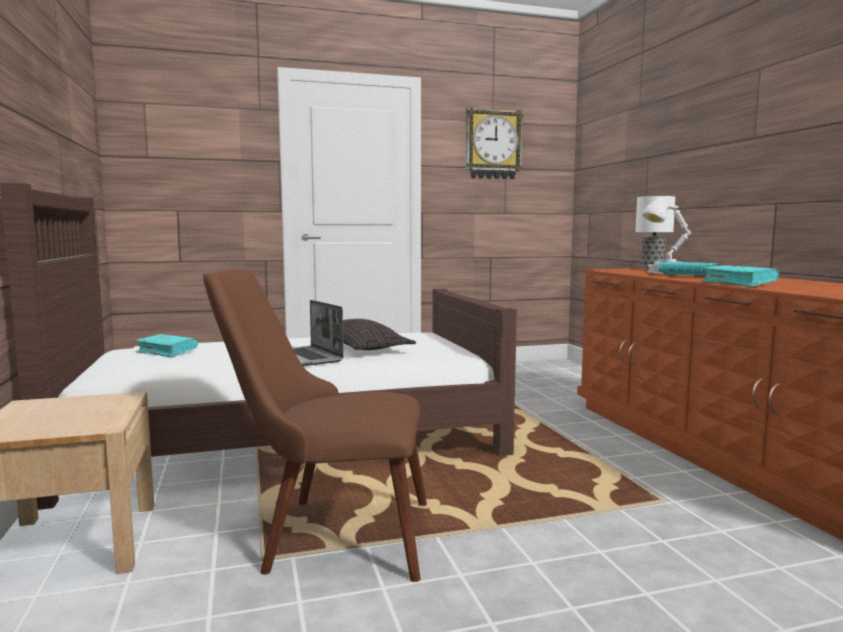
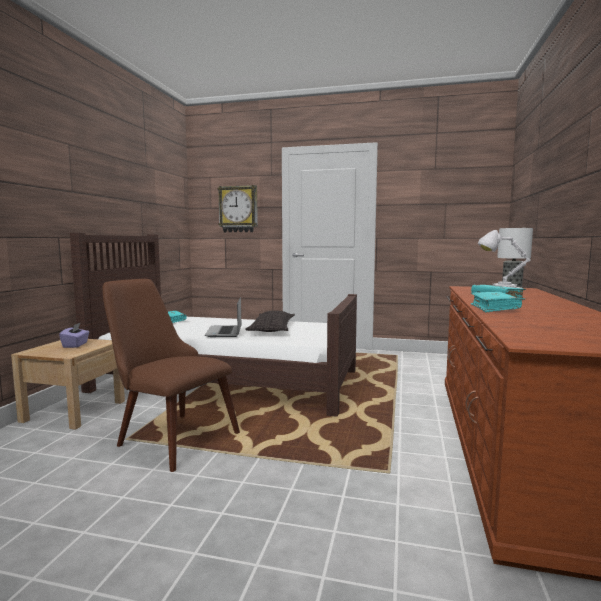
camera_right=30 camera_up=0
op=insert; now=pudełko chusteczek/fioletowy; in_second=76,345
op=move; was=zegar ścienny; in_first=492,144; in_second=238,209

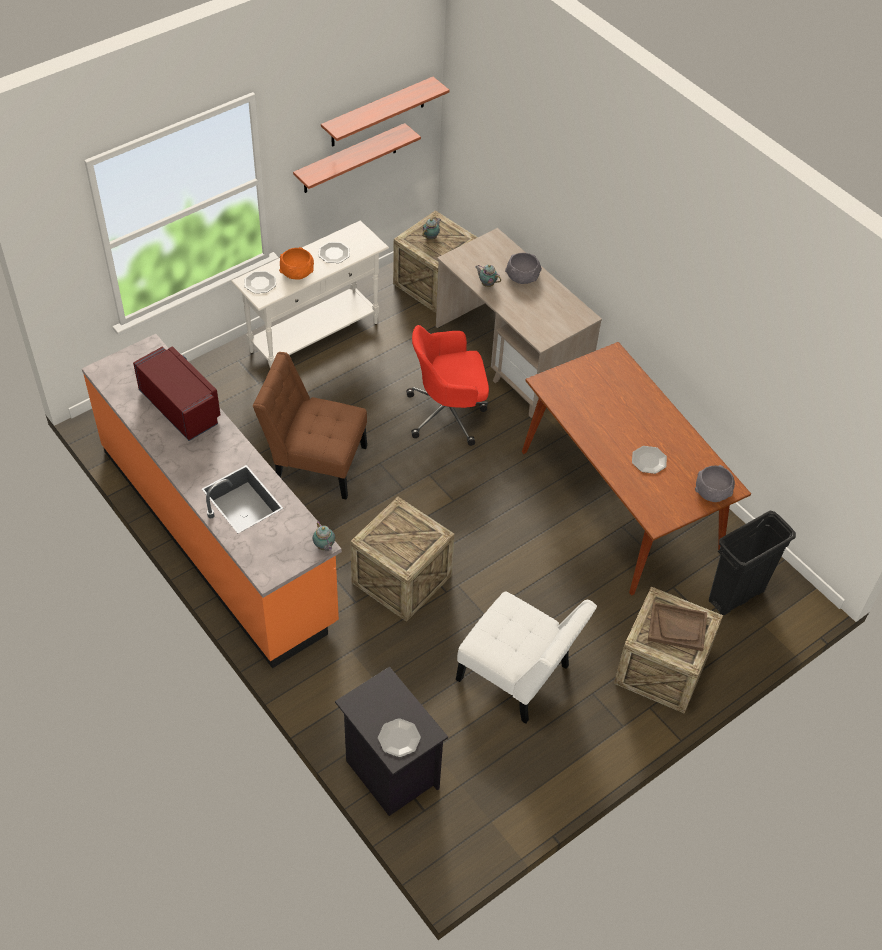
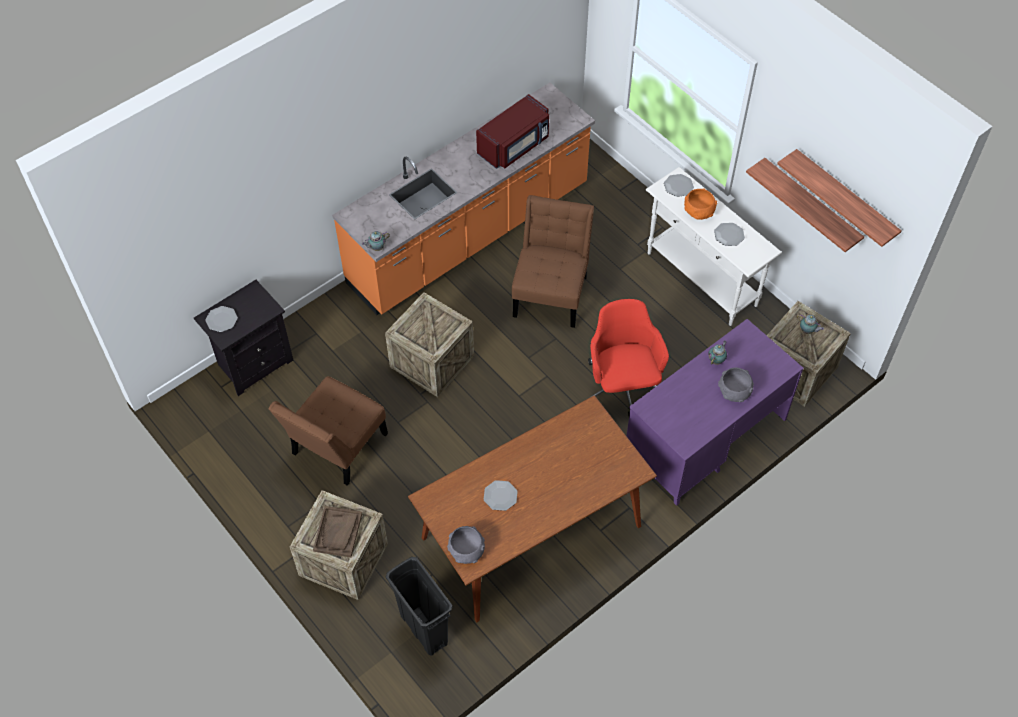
camera_right=90 camera_up=5
op=recolor; was=biurko/beżowy; now=biurko/fioletowy; in_first=512,357; in_second=705,439
op=recolor; was=krzesło/biały; now=krzesło/brązowy; in_first=518,677; in_second=336,448

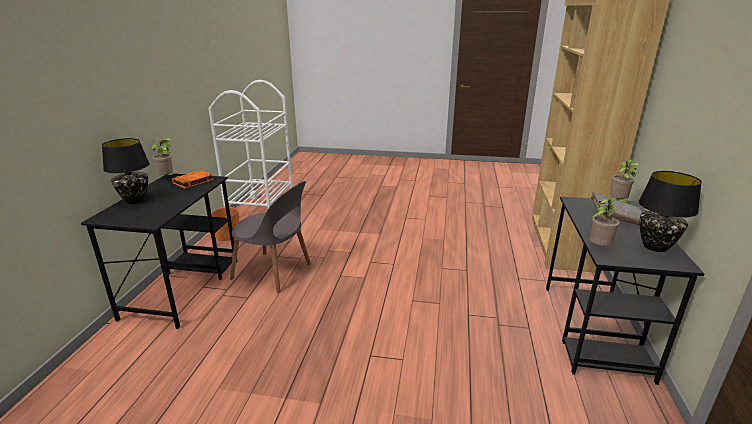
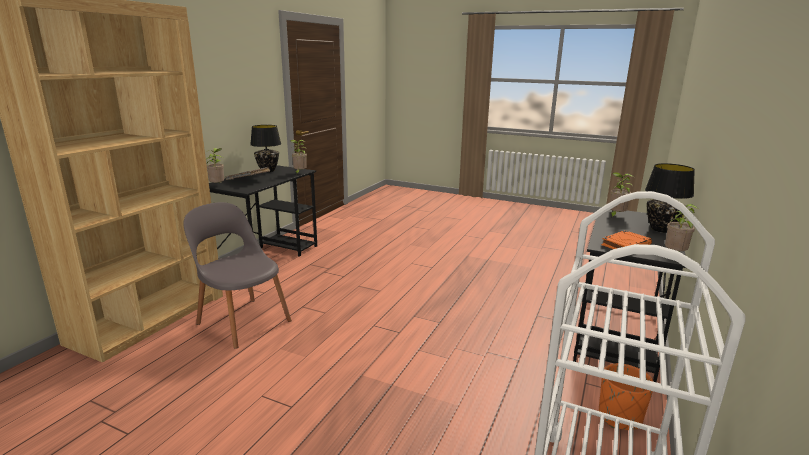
camera_right=-165 camera_up=-5
op=insert; now=roślina doniczkowa; in_second=615,216
op=move; was=krzesło/szary; in_first=274,272; in_second=242,320

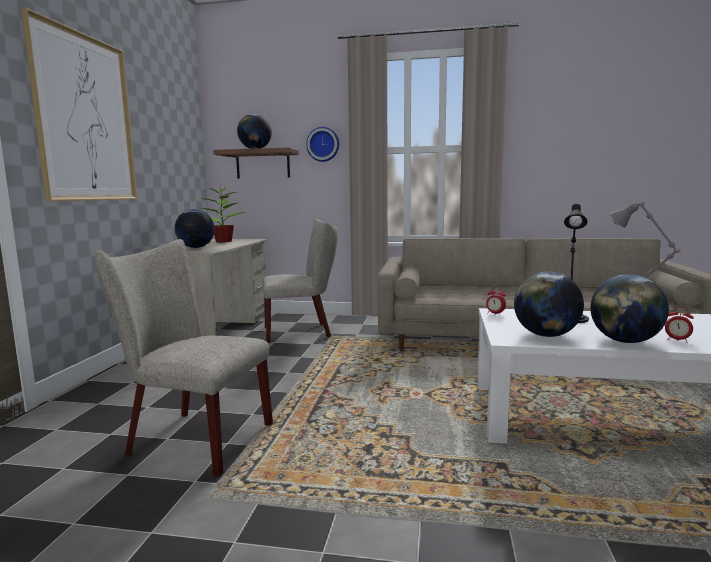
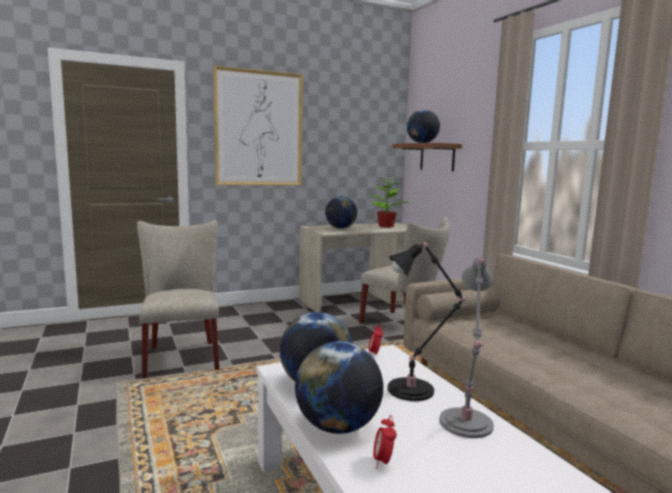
camera_right=55 camera_up=0
op=delete; was=zegar ścienny; in_first=323,144

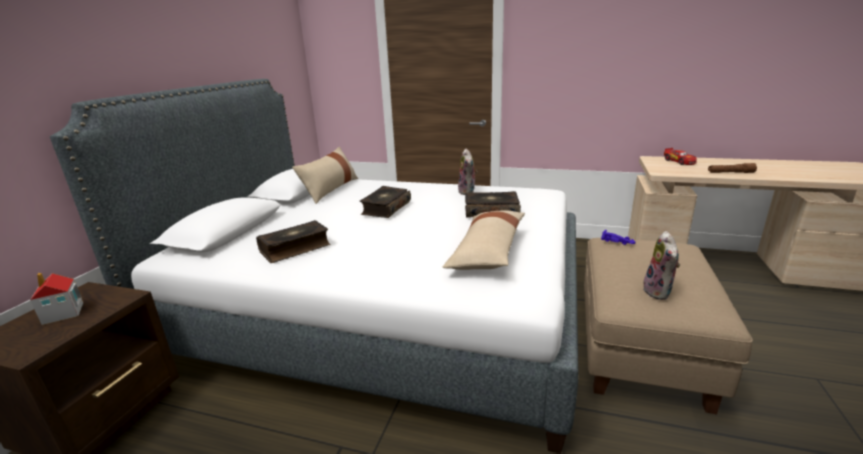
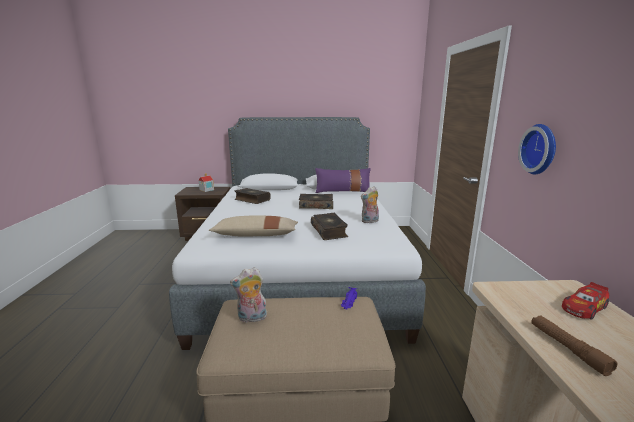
camera_right=70 camera_up=-5
op=insert; now=zegar ścienny; in_second=541,149
op=recolor; was=poduszka/beżowy; now=poduszka/fioletowy; in_first=330,189; in_second=342,191

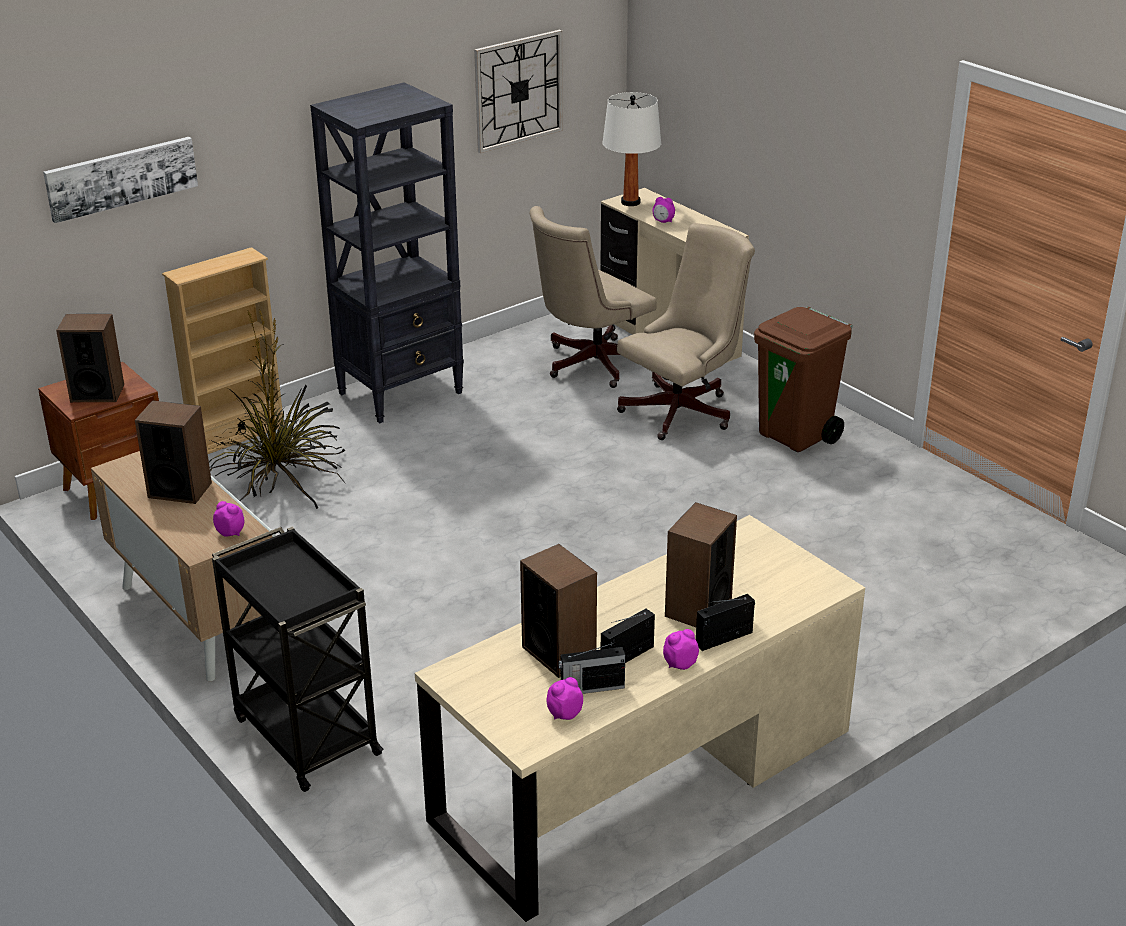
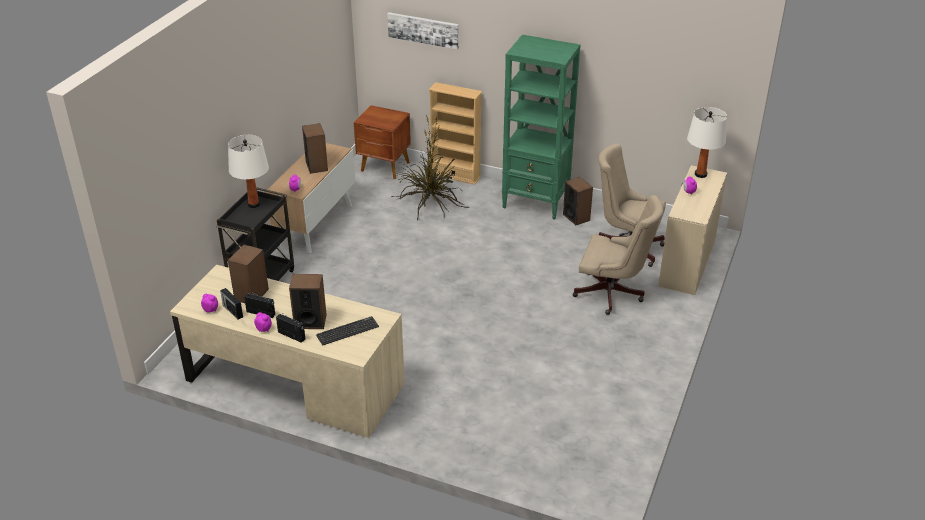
camera_right=60 camera_up=5
op=delete; was=zegar ścienny; in_first=518,90
op=delete; was=kosz na śmieci/brązowy; in_first=796,436
op=insert; now=lampa stołowa/biały; in_second=254,204
op=insert; now=klawiatura; in_second=347,331
op=move; was=głośnik; in_first=97,393; in_second=576,217
op=recolor; was=regał/czarny; now=regał/zielony; in_first=401,393; in_second=536,203

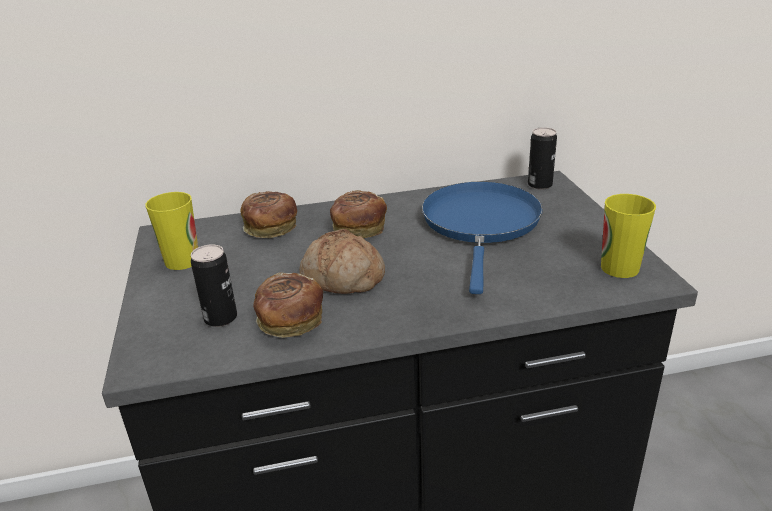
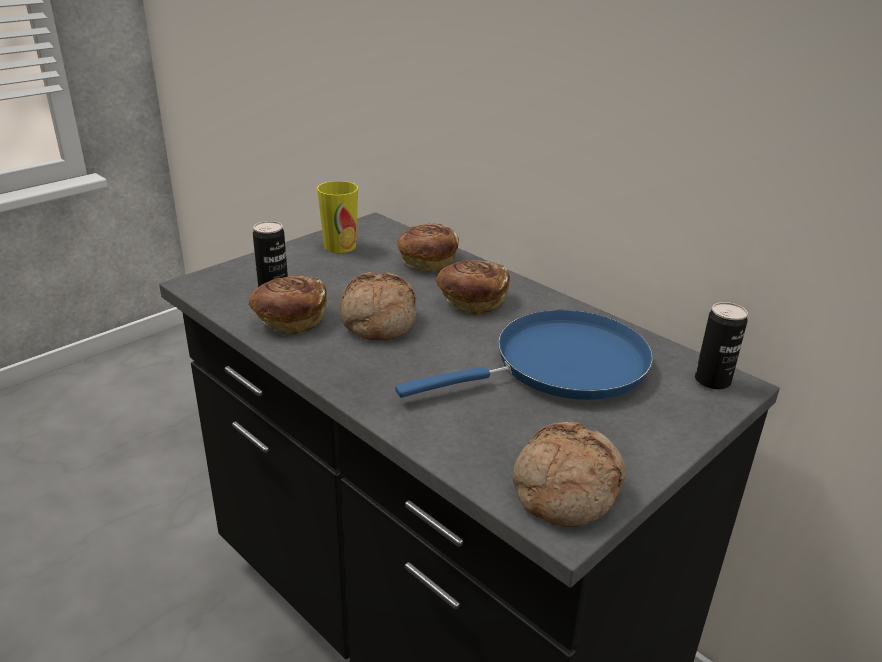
camera_right=55 camera_up=0
op=replace; was=filiżanka; now=chleb; in_first=619,268; in_second=564,488

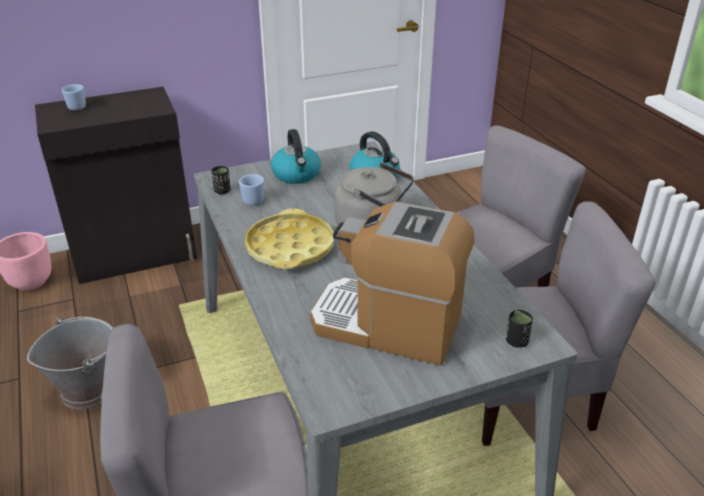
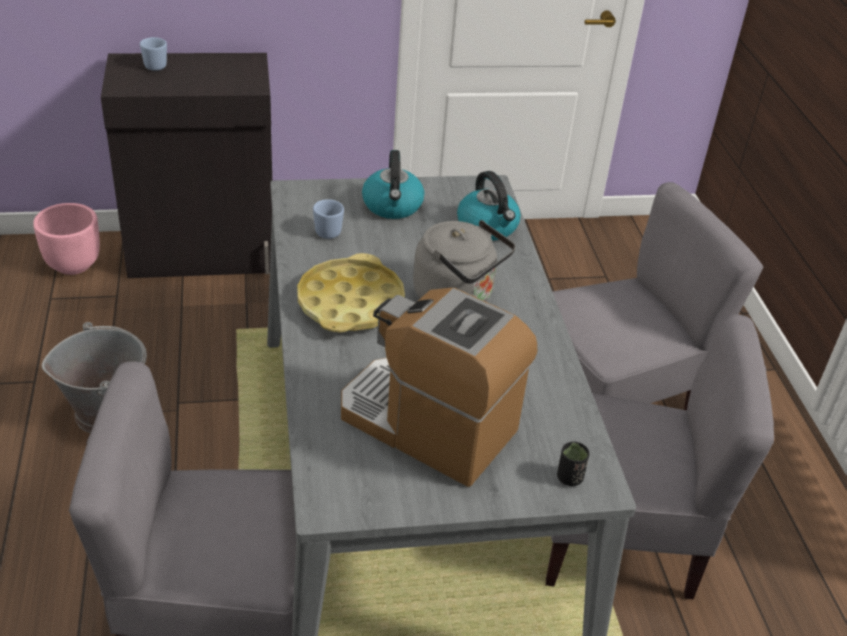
camera_right=10 camera_up=5
op=delete; was=filiżanka/czarny; in_first=222,191

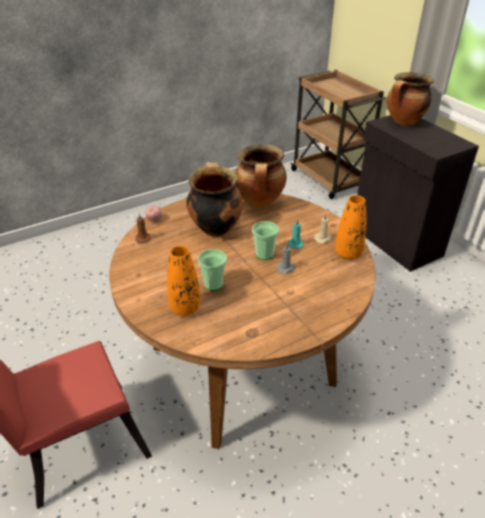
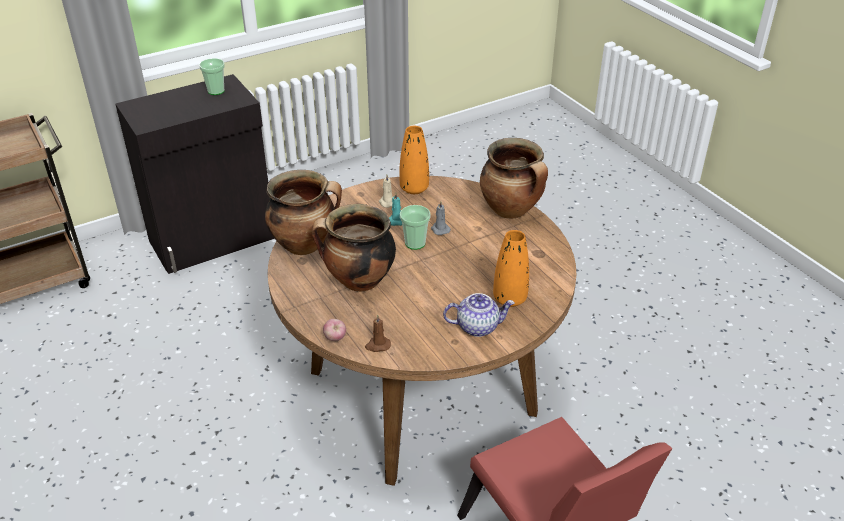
camera_right=-90 camera_up=0
op=insert; now=imbryk; in_second=478,326
op=move; was=filiżanka; in_first=213,284; in_second=216,91
op=move; was=garnek; in_first=404,122; in_second=512,210

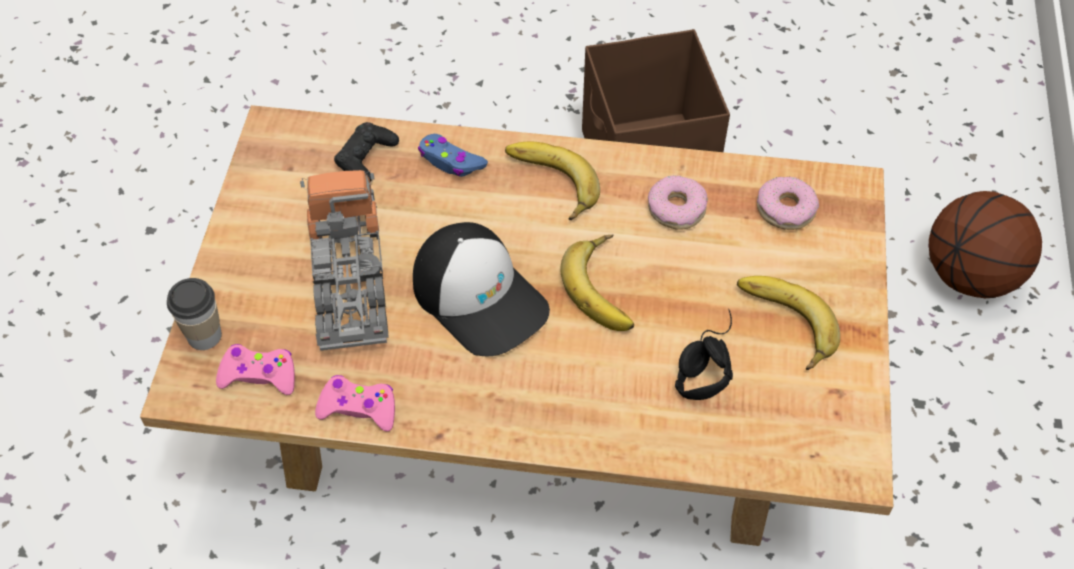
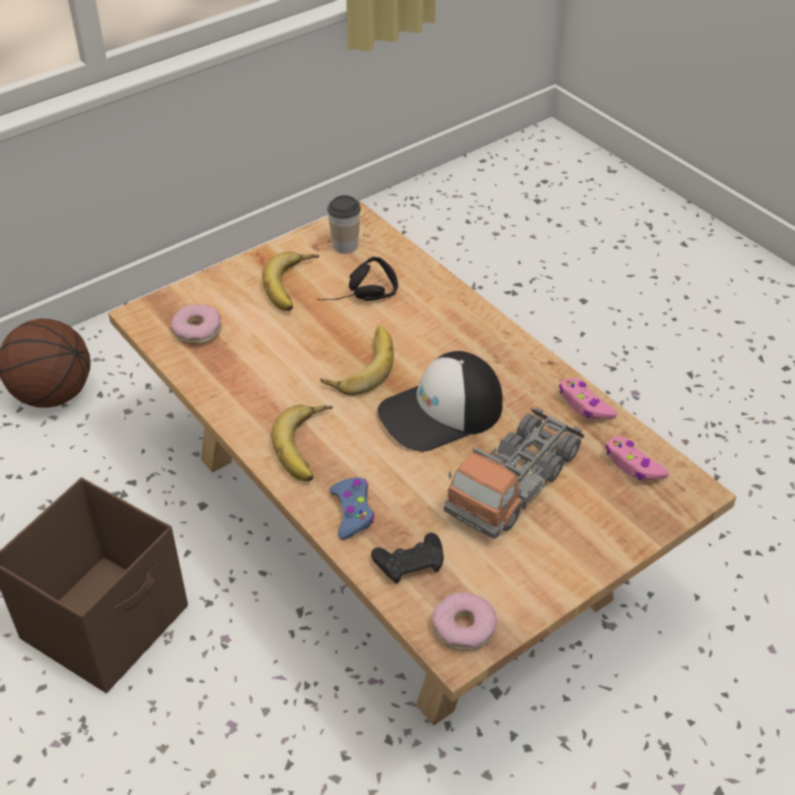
camera_right=-135 camera_up=-10
op=move; was=filiżanka; in_first=204,335; in_second=345,246
op=move; was=donut; in_first=676,209; in_second=463,627
op=rotate; was=czapka z daszkiem; in_first=480,296; in_second=441,413; clockwise=-120

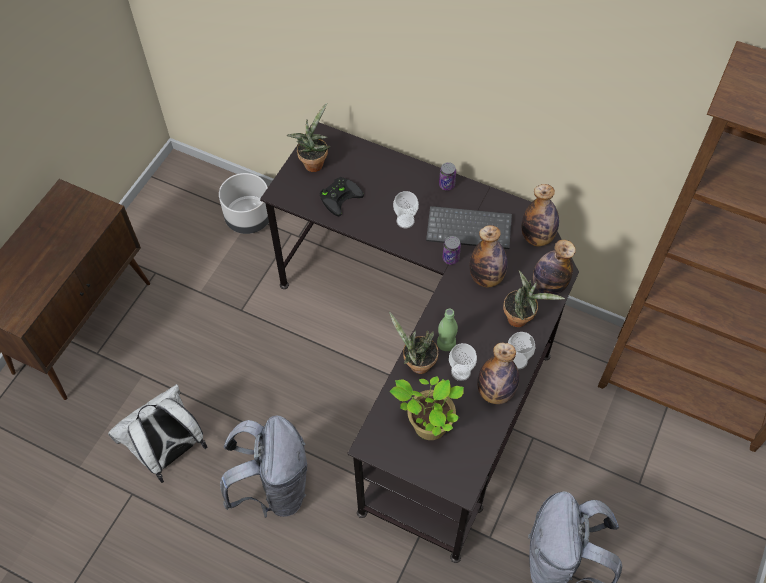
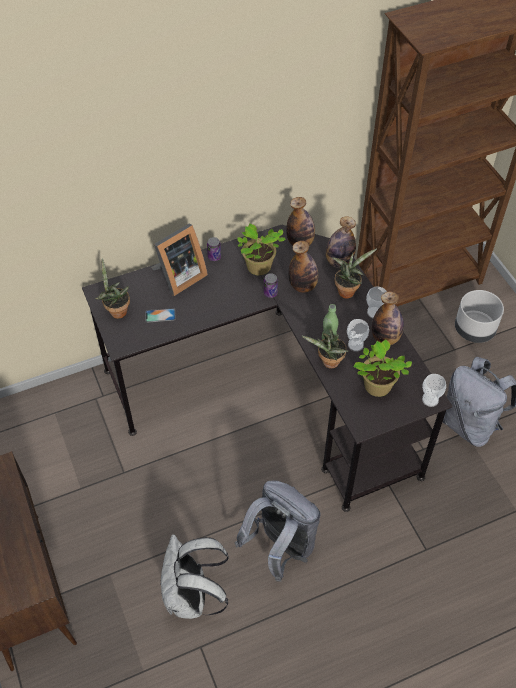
camera_right=-50 camera_up=-5
op=insert; now=ramka na zdjęcie; in_second=178,277
op=move; was=donica/szary; in_first=249,218; in_second=474,329
op=move; was=filiżanka; in_first=405,221; in_second=430,400
op=replace; was=pad do gier/czarny; now=telefon; in_first=340,196; in_second=160,315
op=replace; was=klawiatura; now=roślina doniczkowa; in_first=470,228; in_second=258,268

